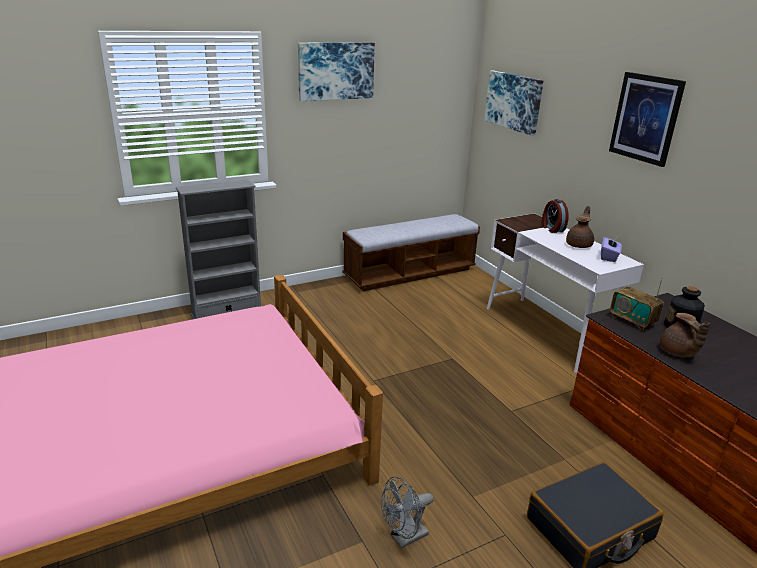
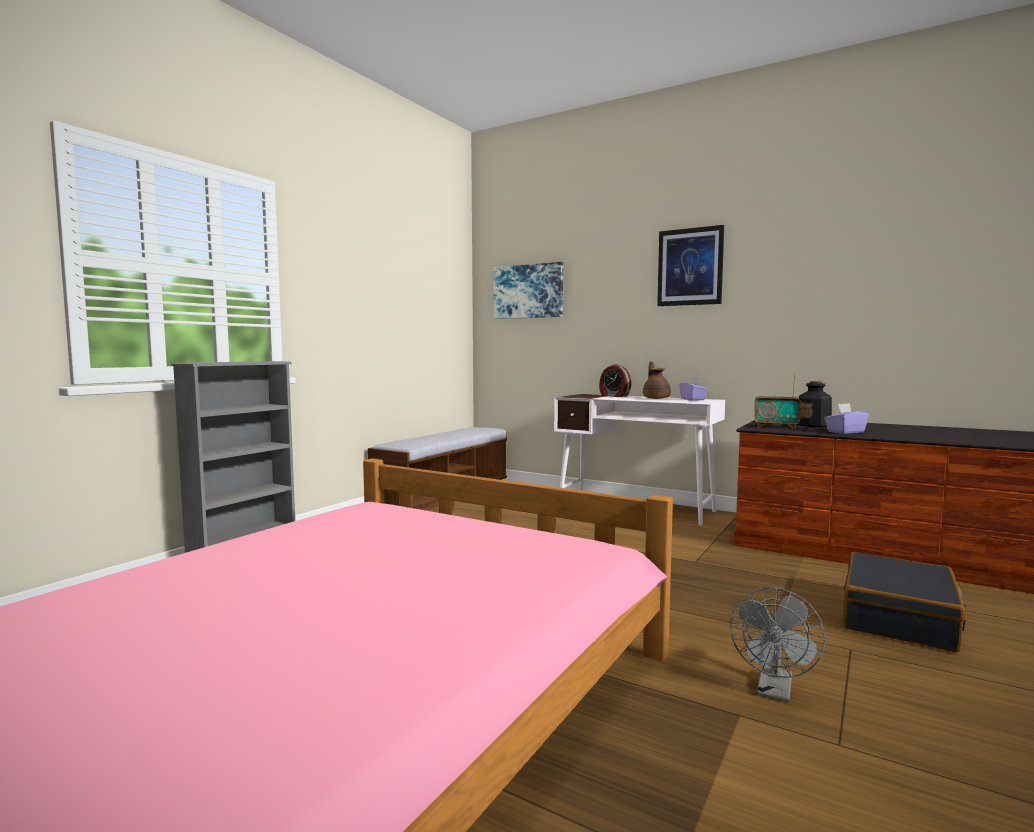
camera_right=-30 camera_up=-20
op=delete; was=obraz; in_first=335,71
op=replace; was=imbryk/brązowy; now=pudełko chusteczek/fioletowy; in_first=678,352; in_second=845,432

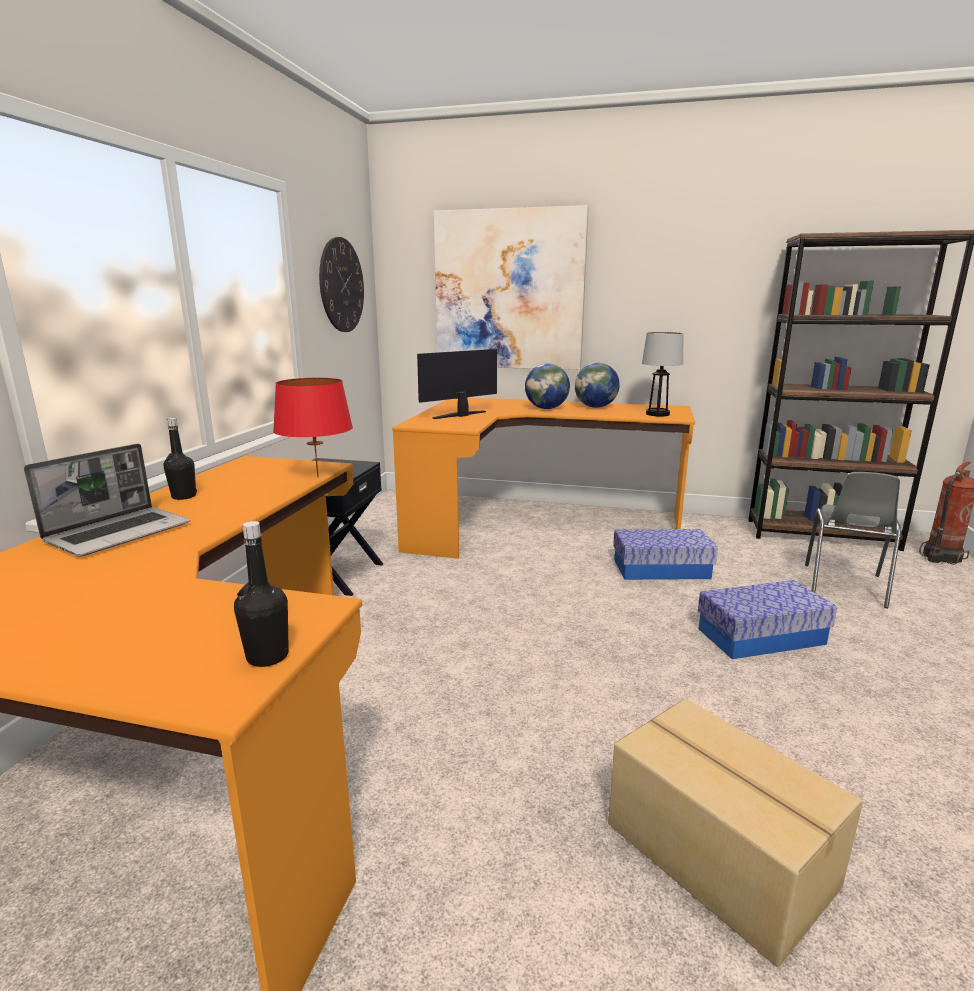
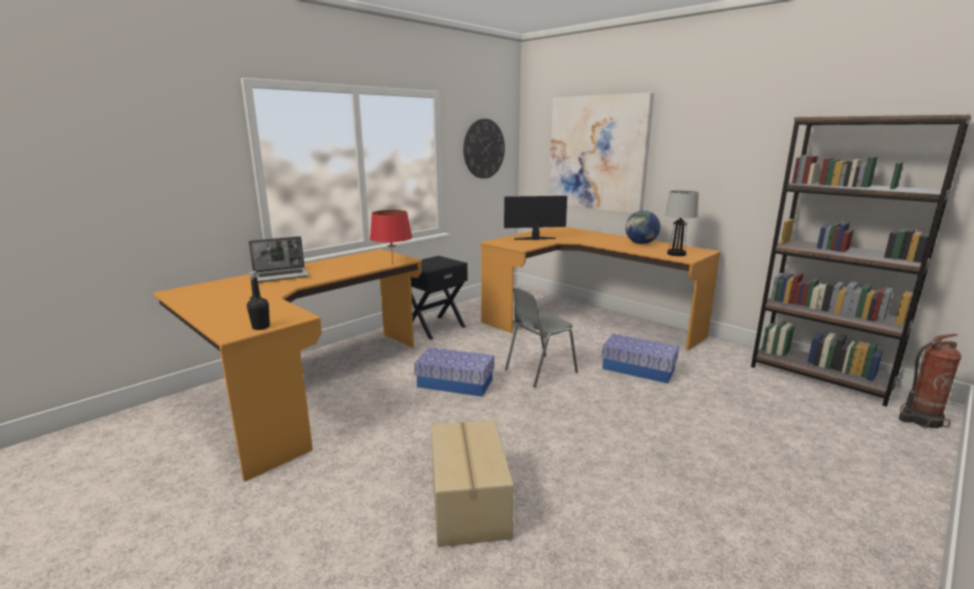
camera_right=30 camera_up=0
op=delete; was=butelka/czarny; in_first=184,496
op=delete; was=globus; in_first=546,408
op=move; was=pojemnik do przechowywania; in_first=761,636; in_second=455,383
op=move; was=krzesło/szary; in_first=844,586; in_second=539,371

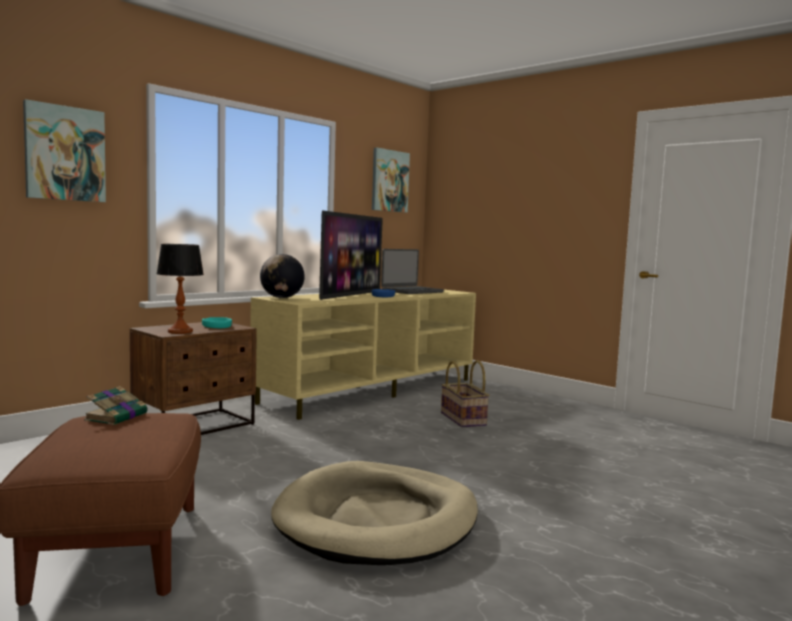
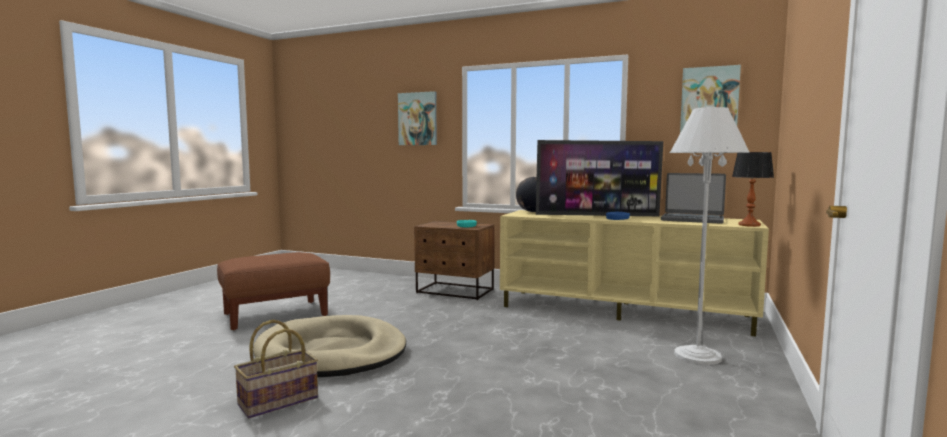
camera_right=70 camera_up=0
op=delete; was=książka; in_first=117,416
op=insert; now=lampa stojąca/biały; in_second=697,356
op=move; was=lampa stołowa; in_first=180,331; in_second=749,225
op=move; was=koszyk; in_first=464,419; in_second=278,402

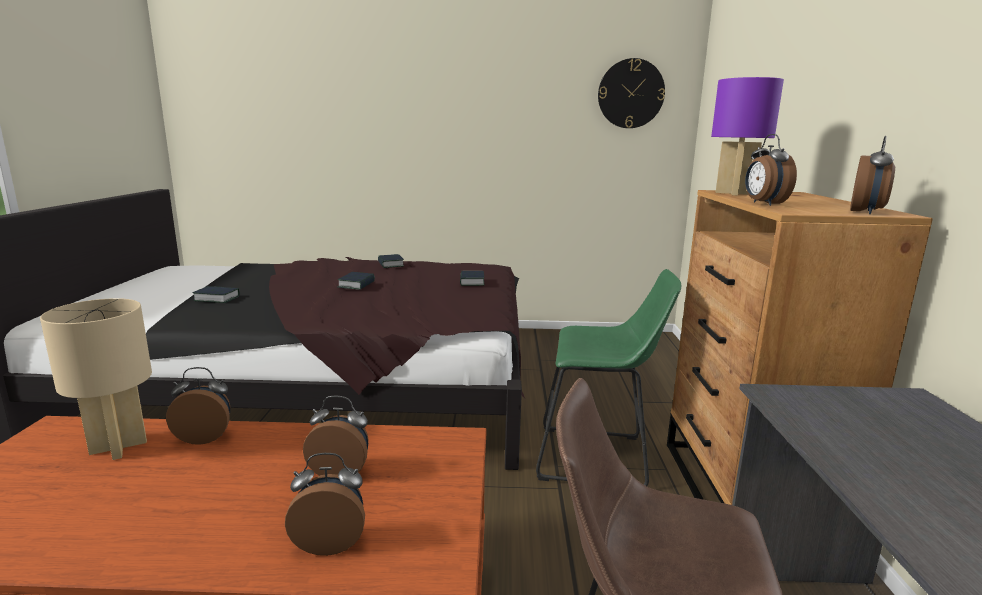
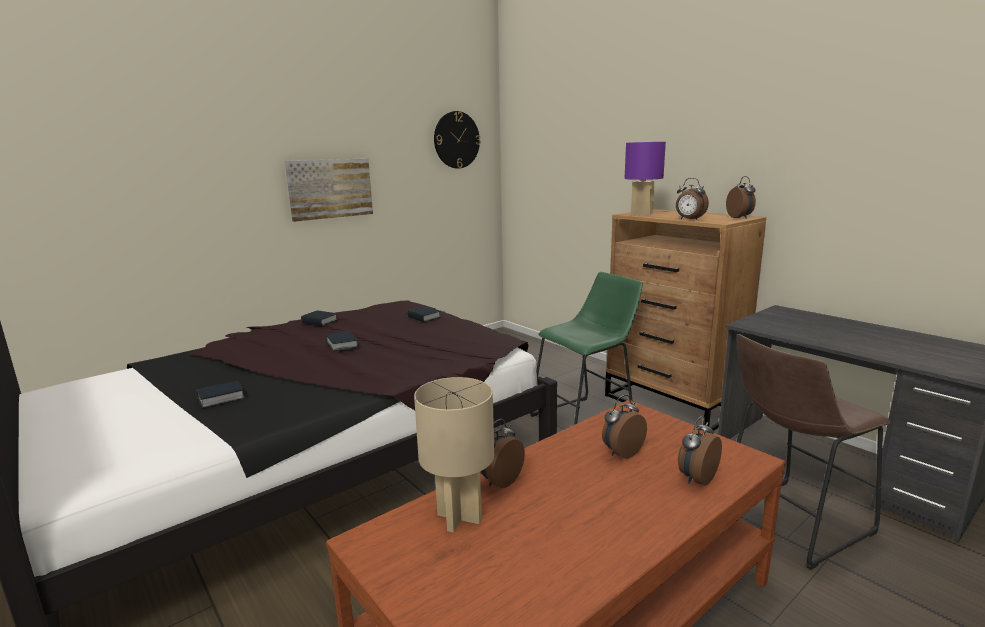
camera_right=-40 camera_up=0
op=insert; now=obraz; in_second=330,188

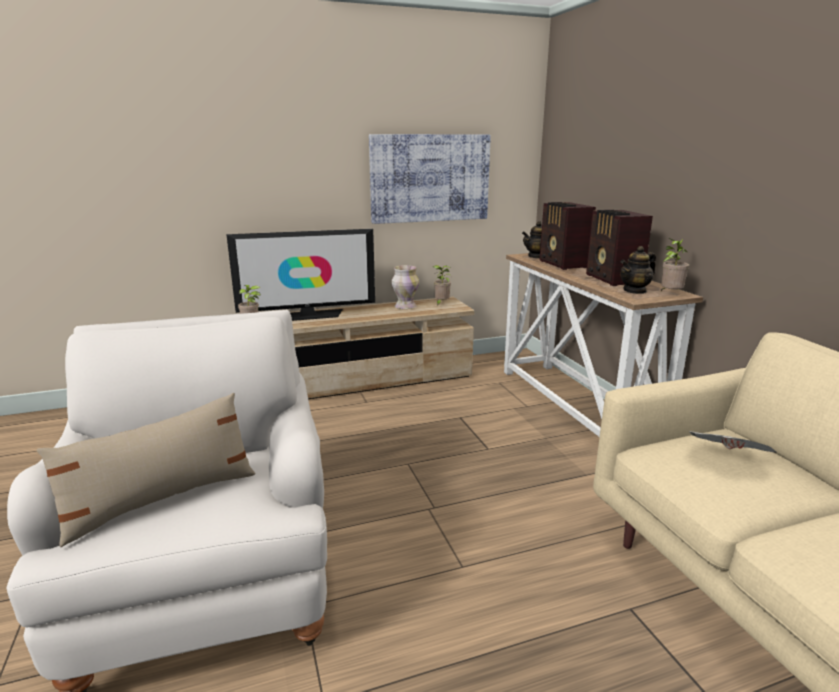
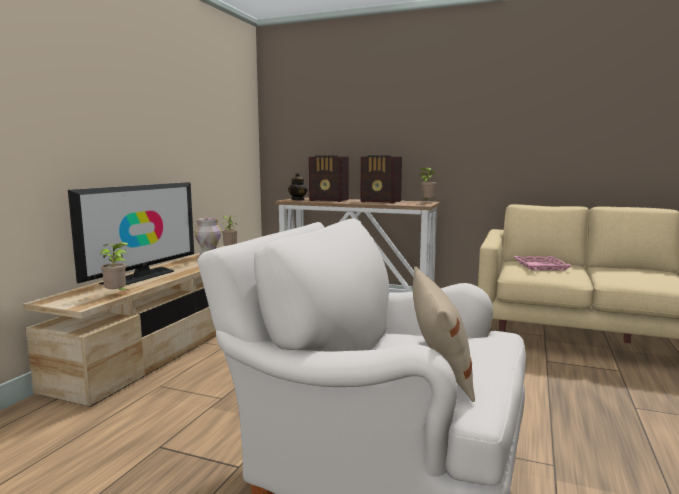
camera_right=-50 camera_up=-10
op=delete; was=obraz; in_first=429,178
op=delete; was=imbryk; in_first=635,291
op=replace; was=gazeta; now=taca/różowy; in_first=726,460; in_second=540,266

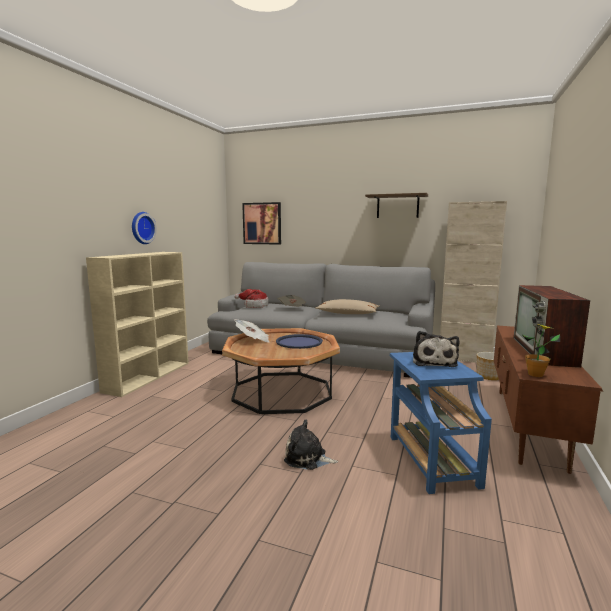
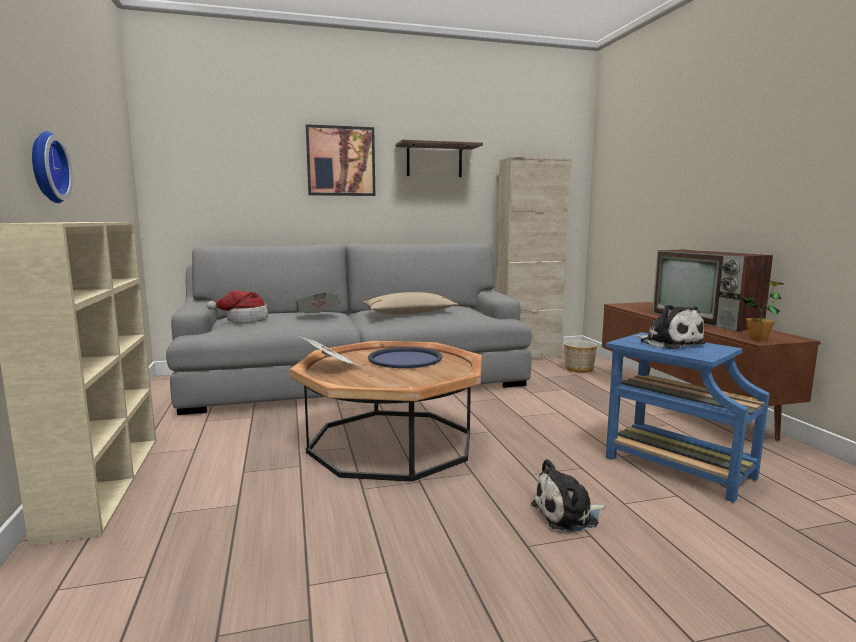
camera_right=-35 camera_up=0
op=move; was=obraz; in_first=262,223; in_second=341,161

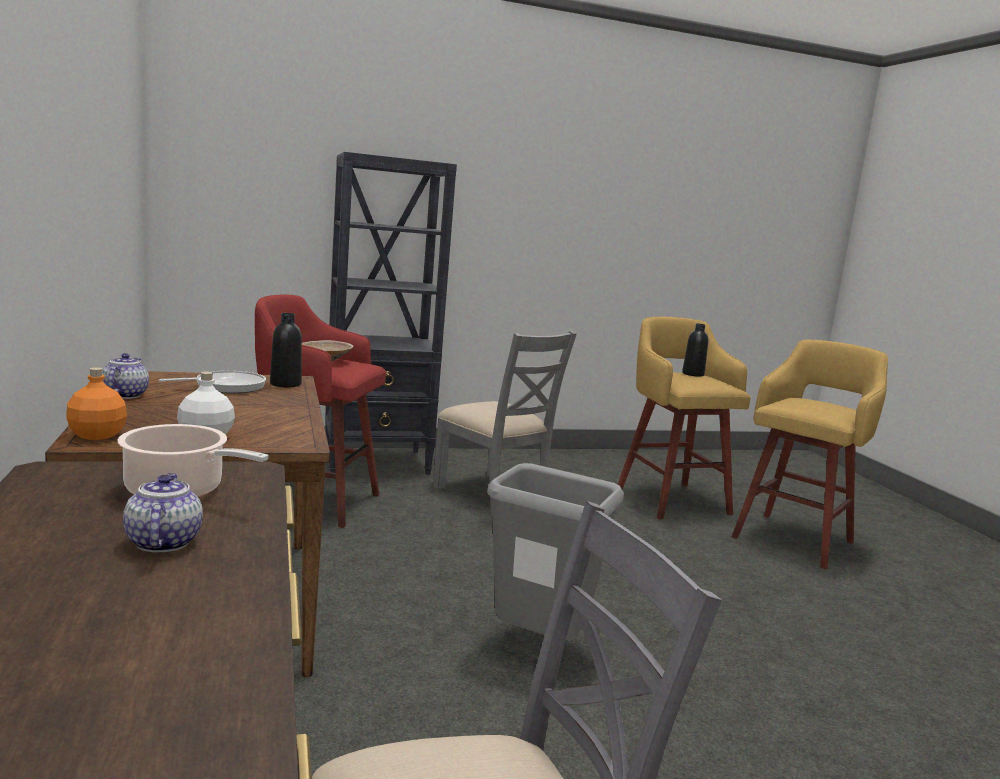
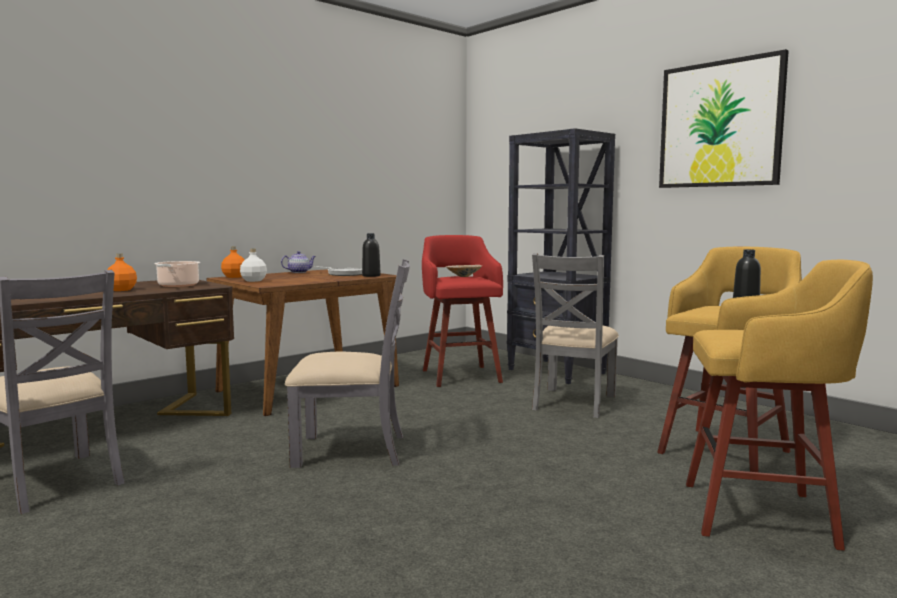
camera_right=65 camera_up=-5
op=insert; now=obraz; in_second=720,124
op=replace; was=imbryk; now=butelka/pomarańczowy; in_first=163,542; in_second=122,290
op=replace; was=kosz na śmieci/szary; now=krzesło/szary; in_first=539,647; in_second=352,450

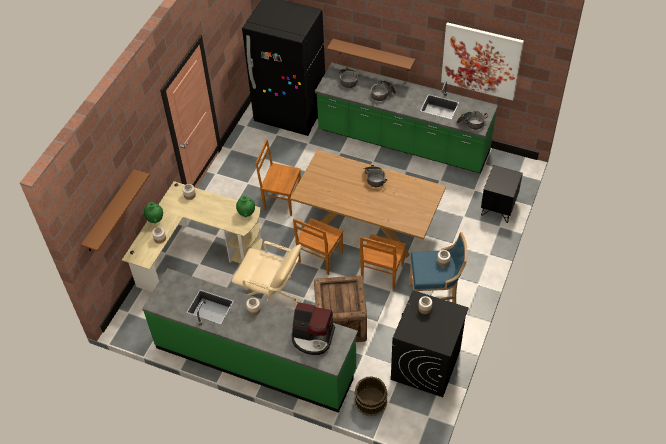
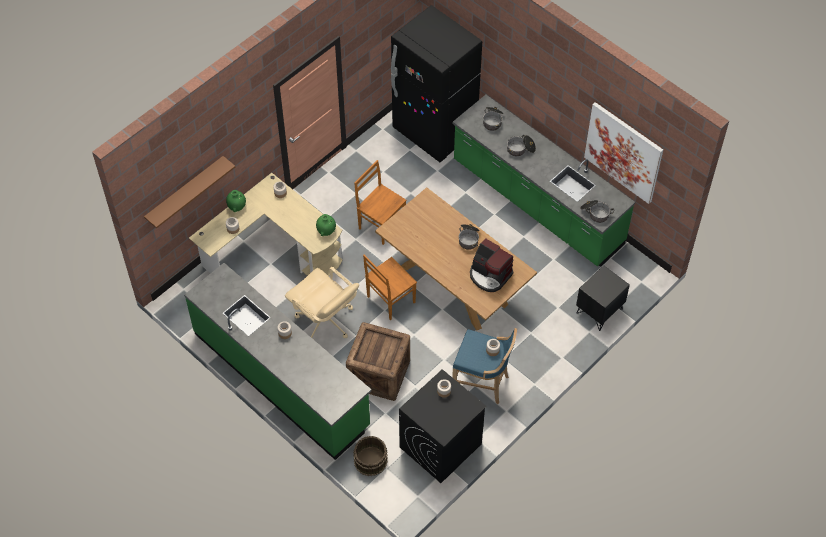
camera_right=20 camera_up=5
op=delete; was=półka/brązowy; in_first=373,55
op=delete; was=krzesło/brązowy; in_first=381,274
op=move; was=ekspres do kawy; in_first=312,337; in_second=489,275

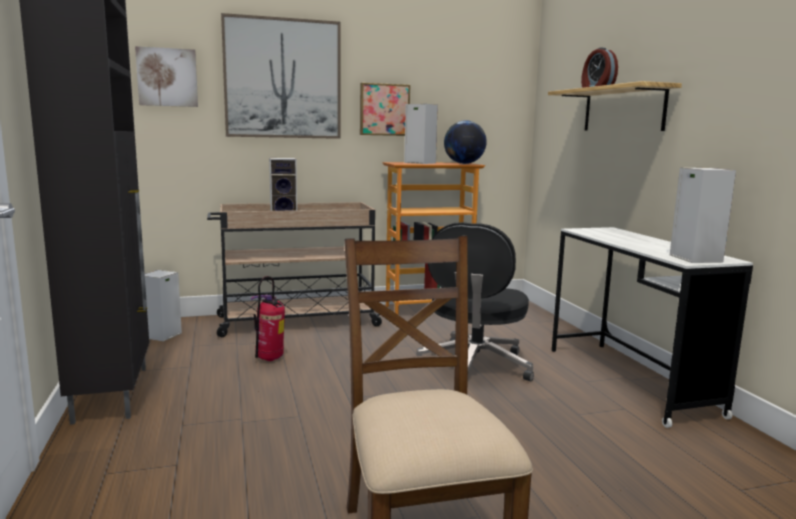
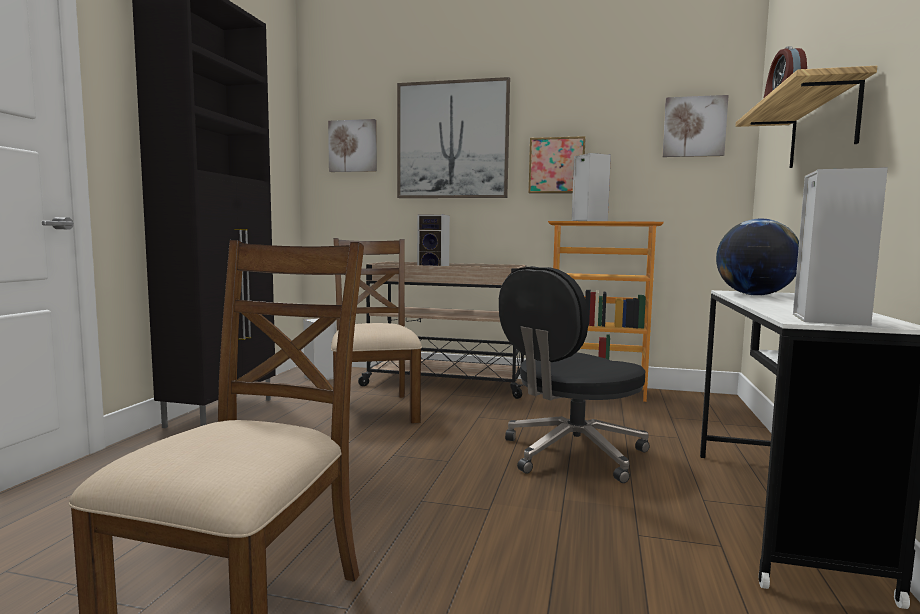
camera_right=30 camera_up=-5
op=insert; now=obraz; in_second=694,127
op=move; was=globus; in_first=464,163; in_second=754,295
op=replace; was=gaśnica; now=krzesło/brązowy; in_first=269,359; in_second=374,409

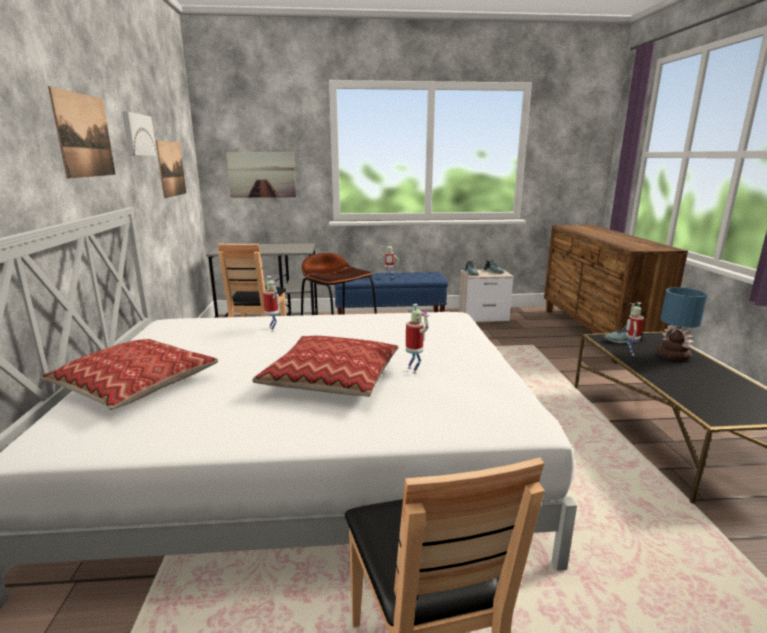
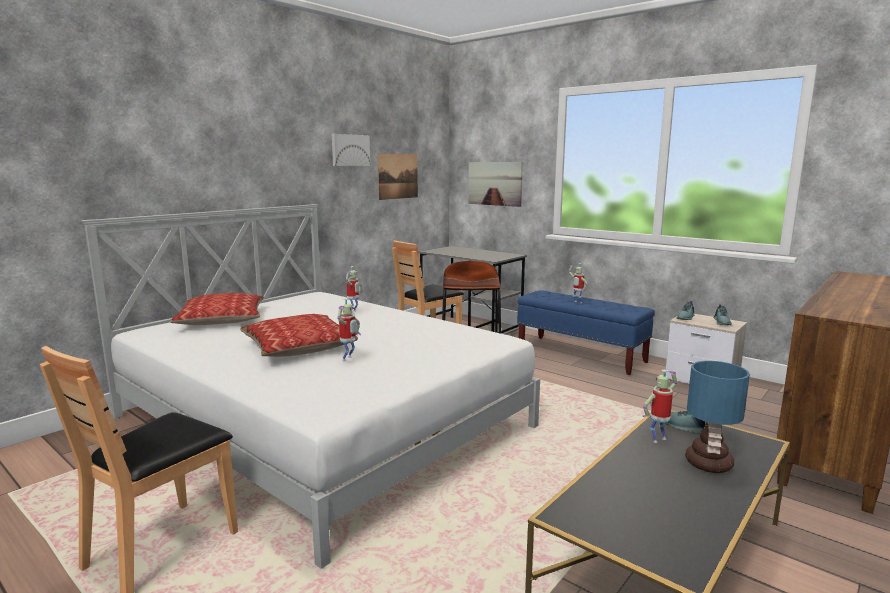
camera_right=45 camera_up=-5
op=delete; was=obraz; in_first=84,135

